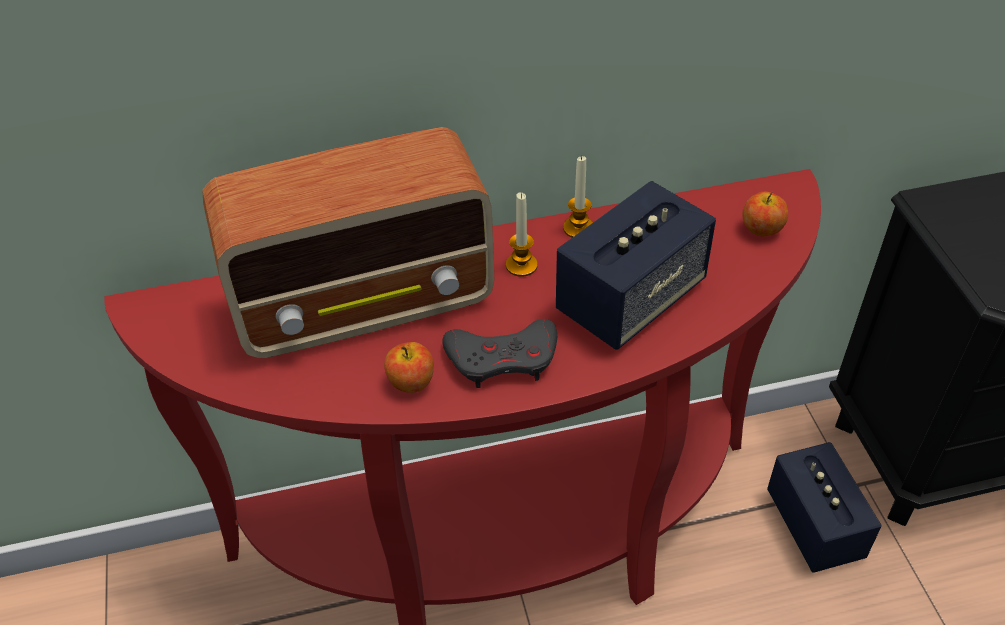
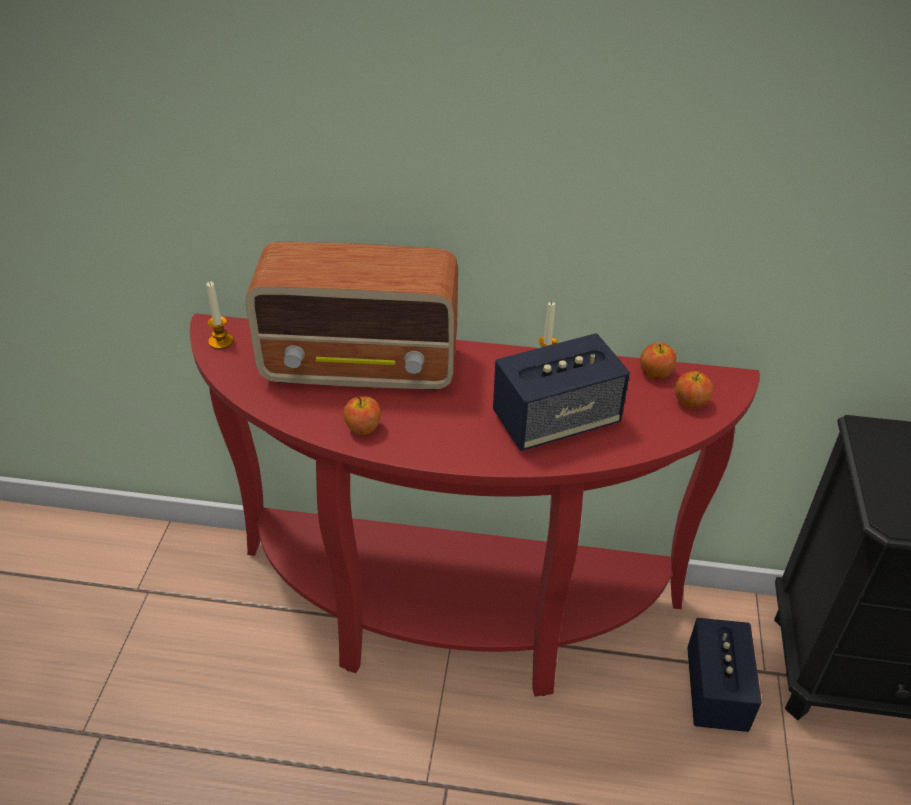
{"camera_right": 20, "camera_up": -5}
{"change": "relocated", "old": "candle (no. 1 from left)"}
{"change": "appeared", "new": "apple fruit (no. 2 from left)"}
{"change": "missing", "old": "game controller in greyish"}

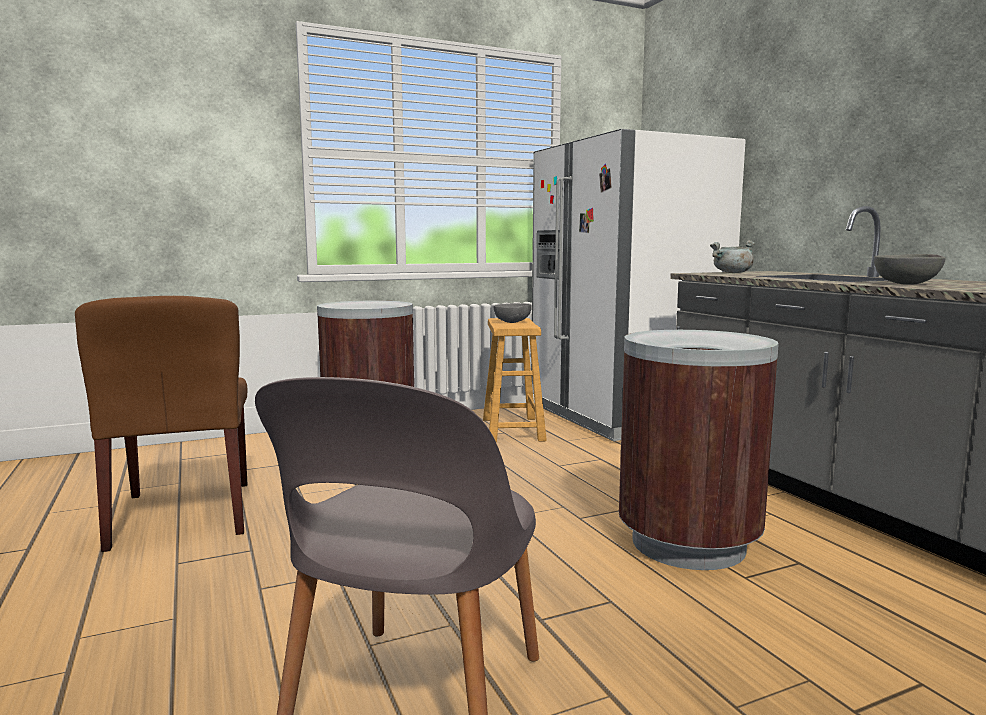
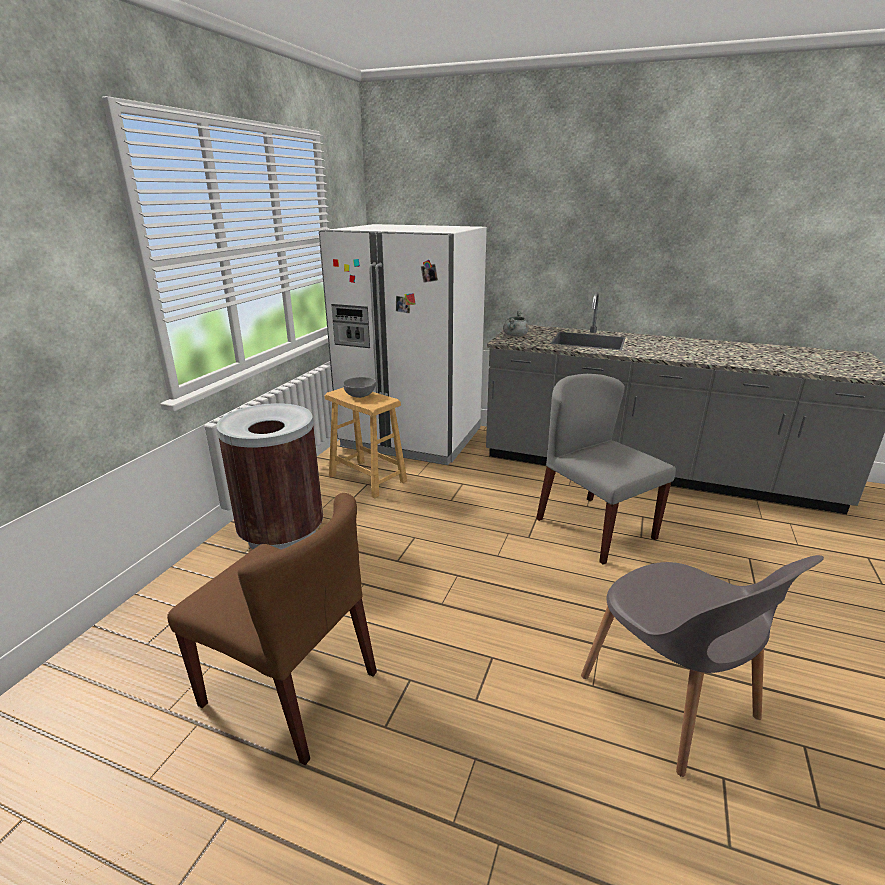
{"camera_right": -45, "camera_up": 15}
{"change": "exchanged", "old": "trash can in brownish (no. 2 from left)", "new": "plain chair in greyish (no. 1 from left)"}
{"change": "missing", "old": "deep dish in greyish (no. 2 from left)"}

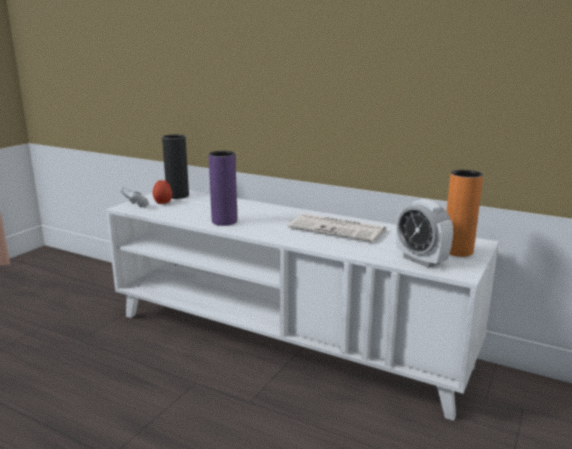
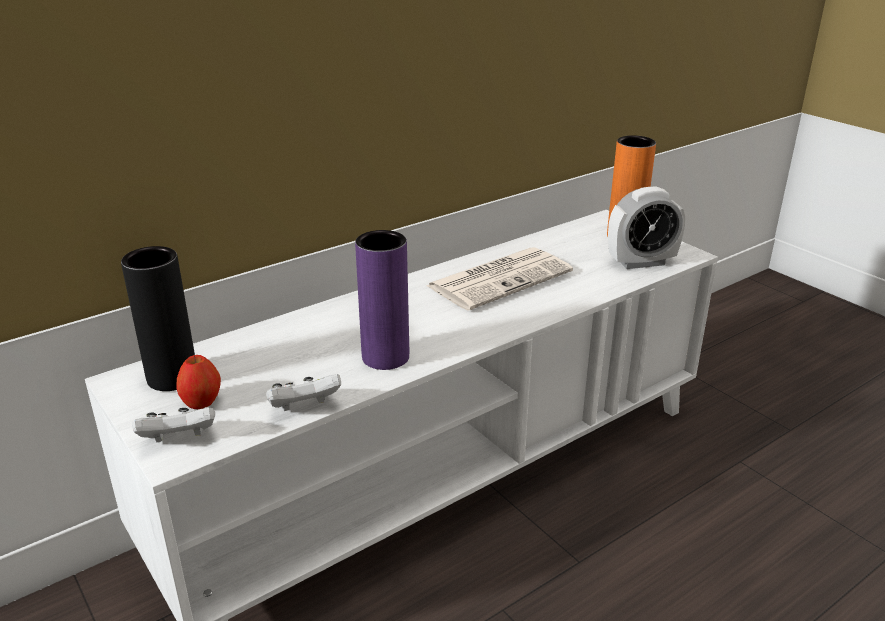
{"camera_right": -65, "camera_up": 10}
{"change": "appeared", "new": "game controller in whitish (no. 2 from left)"}

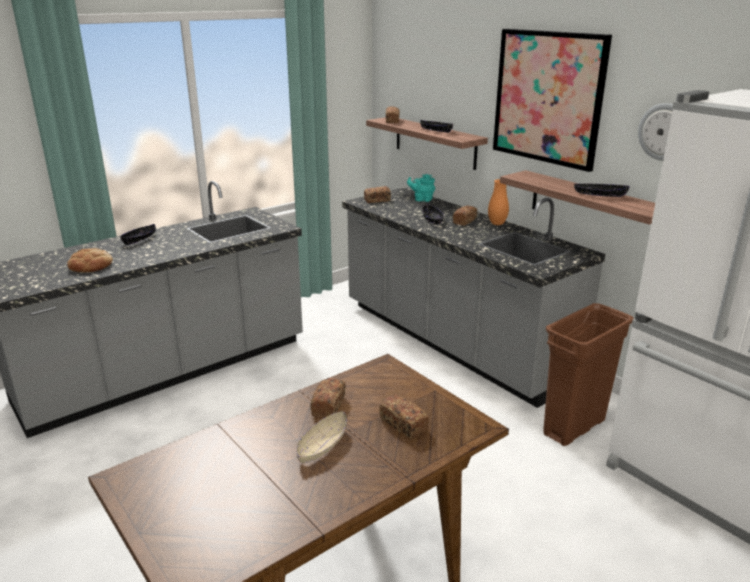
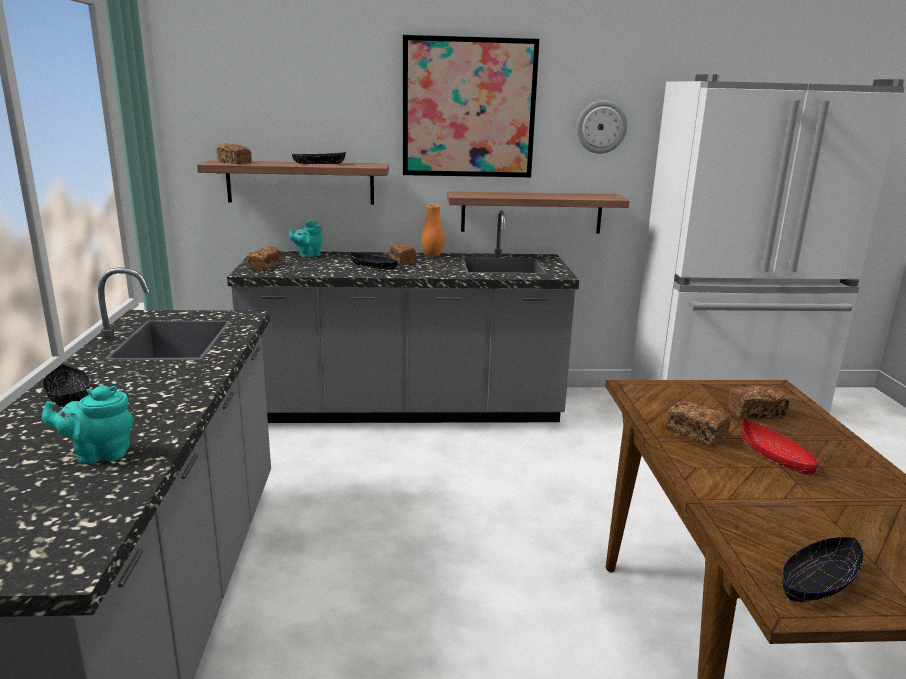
{"camera_right": -55, "camera_up": -5}
{"change": "exchanged", "old": "bread (no. 1 from left)", "new": "pot for tea in turquoise (no. 1 from left)"}
{"change": "colour", "old": "deep dish in beige", "new": "deep dish in red-coloured"}
{"change": "relocated", "old": "deep dish in black-coloured (no. 4 from left)"}
{"change": "missing", "old": "trash can in brownish"}

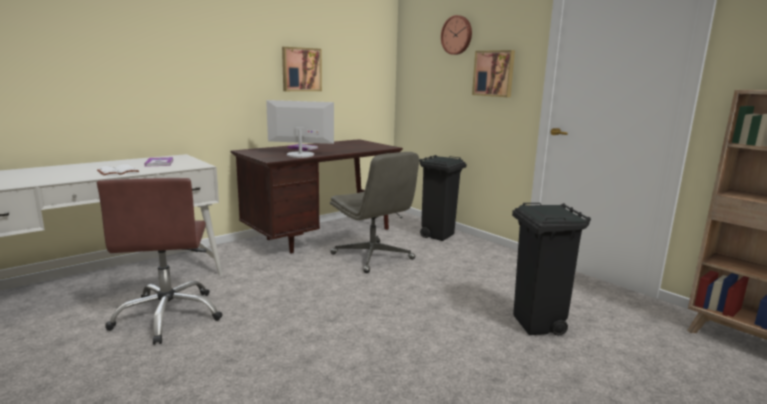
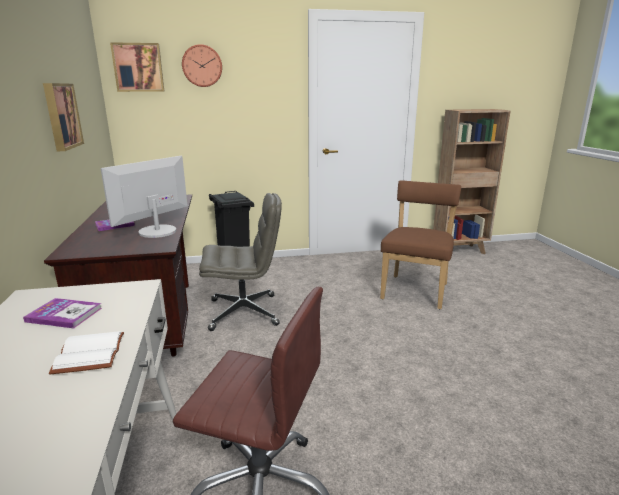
{"camera_right": -60, "camera_up": 5}
{"change": "relocated", "old": "wall art (no. 2 from left)"}
{"change": "exchanged", "old": "trash can in black-coloured (no. 2 from left)", "new": "plain chair in brownish"}

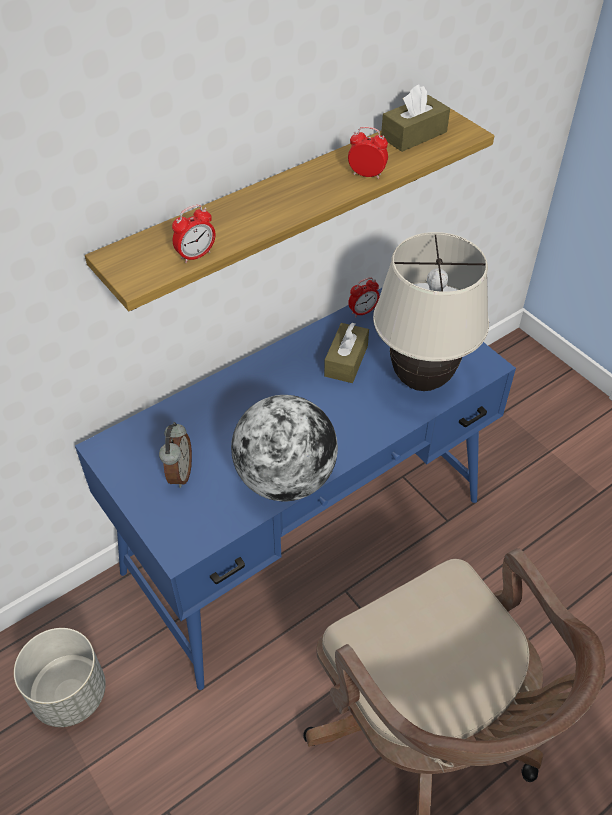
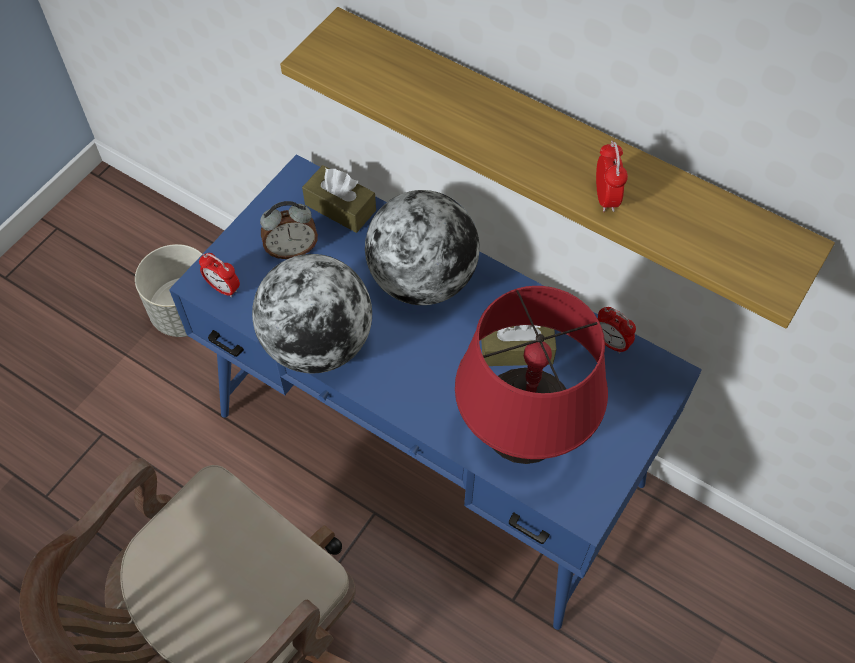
{"camera_right": 70, "camera_up": 10}
{"change": "relocated", "old": "bedside clock (no. 2 from left in the first image)", "new": "bedside clock (no. 1 from left)"}
{"change": "relocated", "old": "box of tissues in brownish (no. 2 from left in the first image)", "new": "box of tissues in brownish (no. 1 from left)"}
{"change": "appeared", "new": "globe (no. 2 from left)"}
{"change": "colour", "old": "table lamp in beige", "new": "table lamp in red-coloured"}

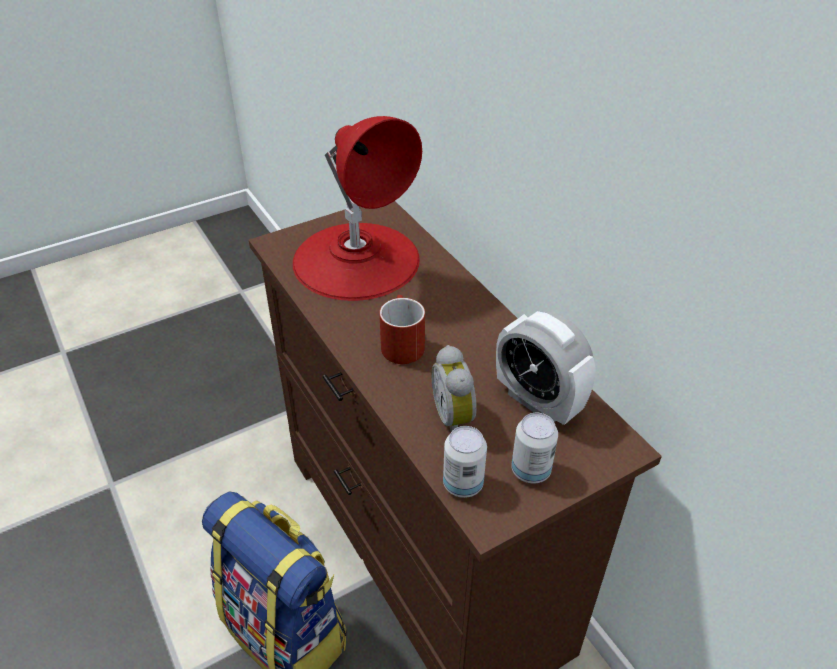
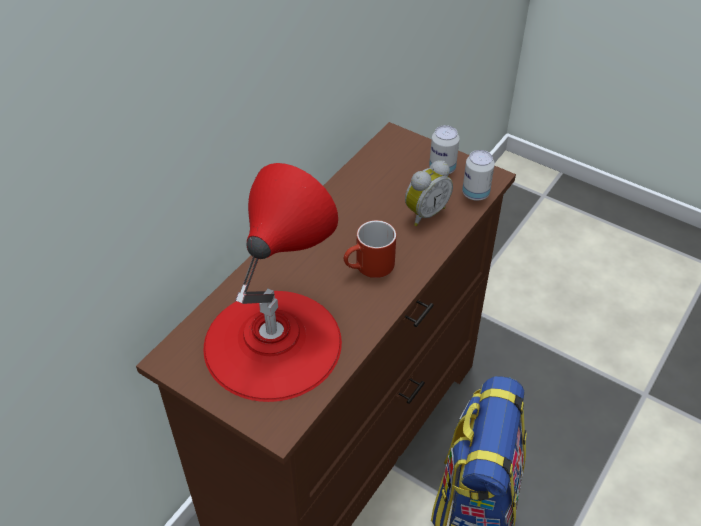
{"camera_right": -115, "camera_up": 5}
{"change": "missing", "old": "bedside clock (no. 2 from left)"}

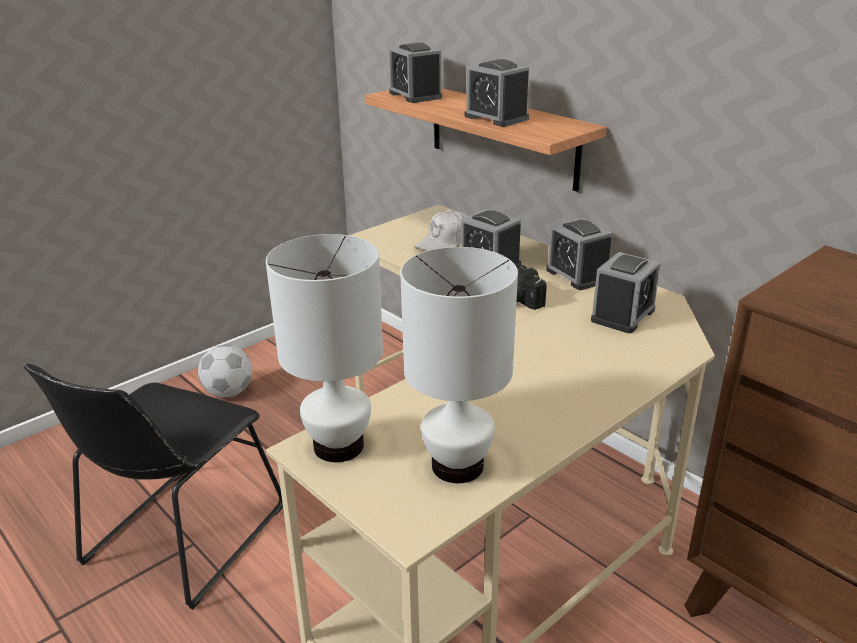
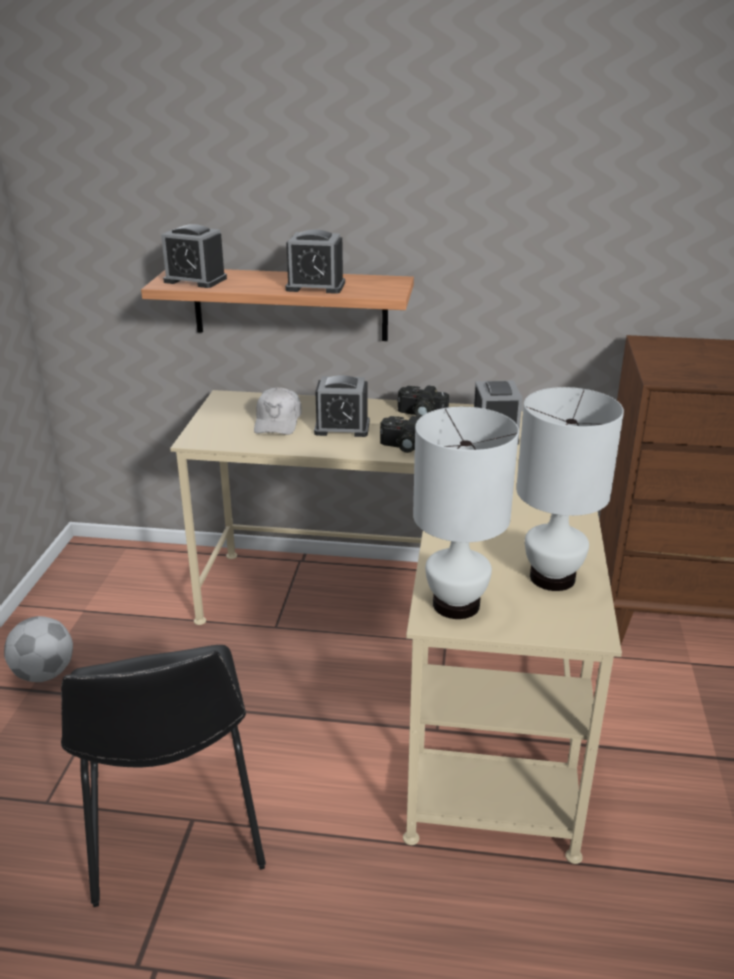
{"camera_right": -40, "camera_up": 0}
{"change": "exchanged", "old": "bedside clock (no. 4 from left)", "new": "photo camera (no. 2 from left)"}

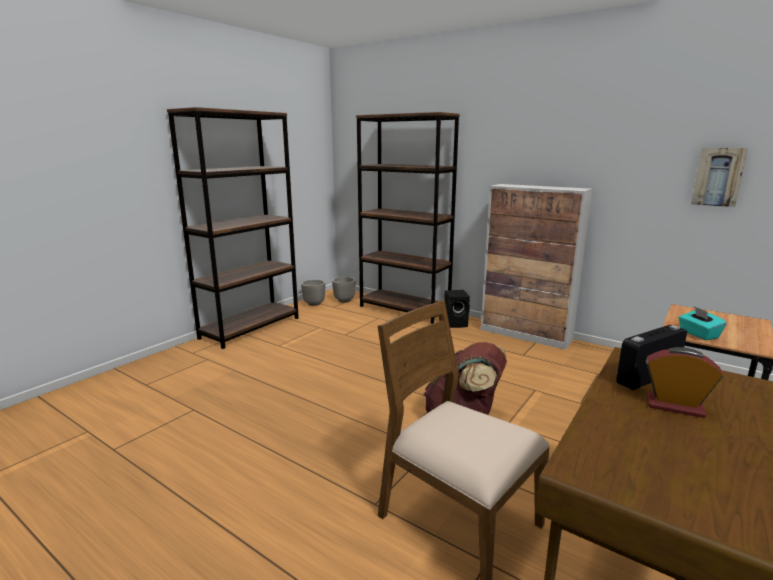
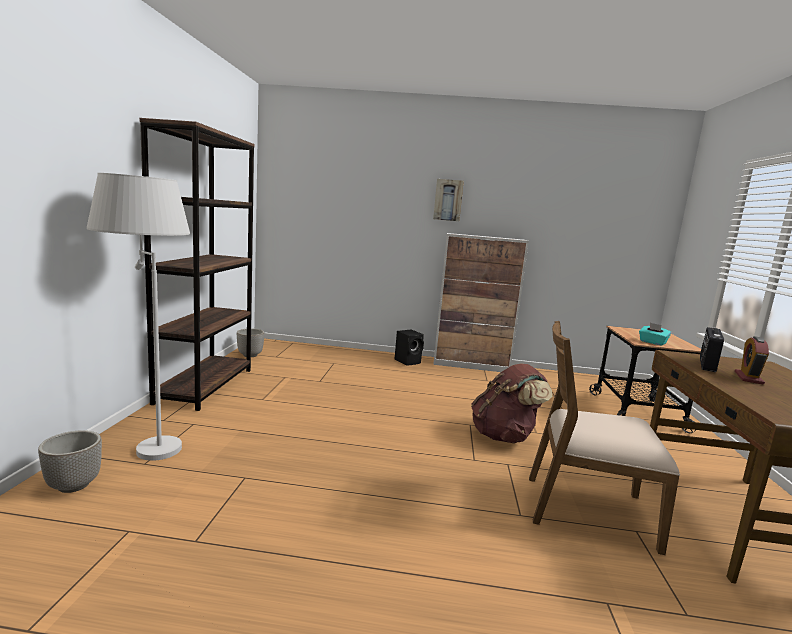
{"camera_right": -30, "camera_up": -5}
{"change": "relocated", "old": "flower pot (no. 2 from left in the first image)", "new": "flower pot (no. 1 from left)"}
{"change": "appeared", "new": "floor lamp in whitish"}
{"change": "relocated", "old": "wall art"}
{"change": "spun", "old": "bedside clock", "degrees": -60}
{"change": "missing", "old": "shelving unit in brownish (no. 2 from left)"}

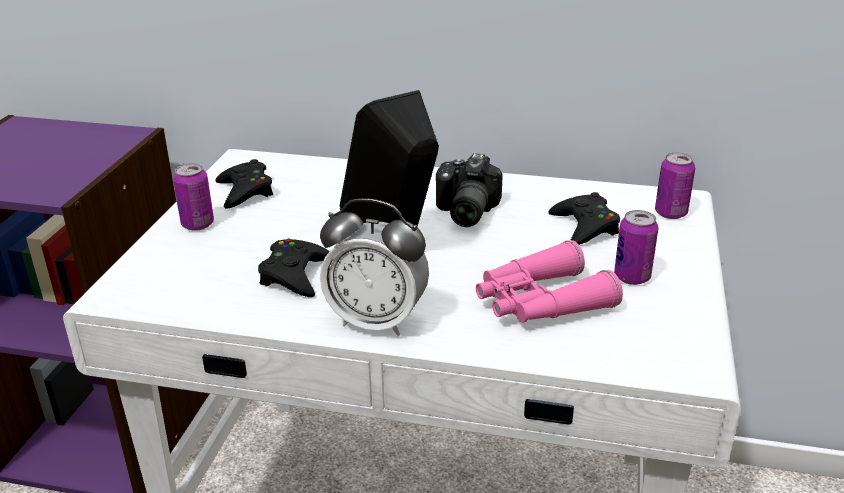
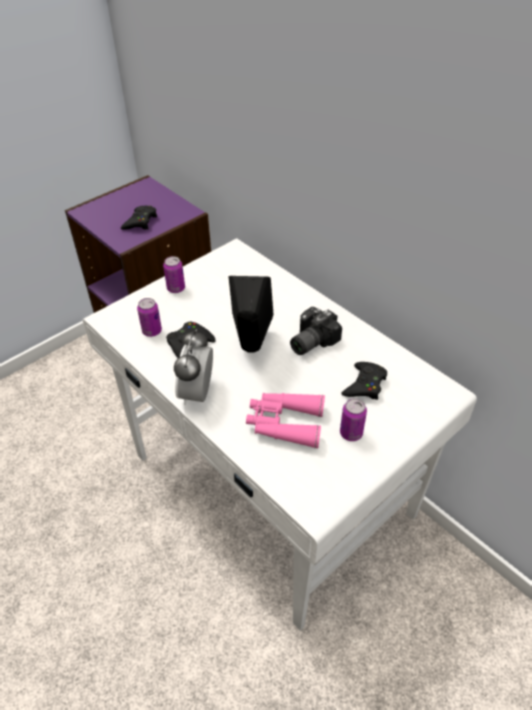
{"camera_right": 35, "camera_up": 15}
{"change": "relocated", "old": "game controller in black-coloured (no. 1 from left)"}
{"change": "relocated", "old": "sealed can (no. 3 from left in the first image)", "new": "sealed can (no. 1 from left)"}
{"change": "spun", "old": "bedside clock", "degrees": 45}

